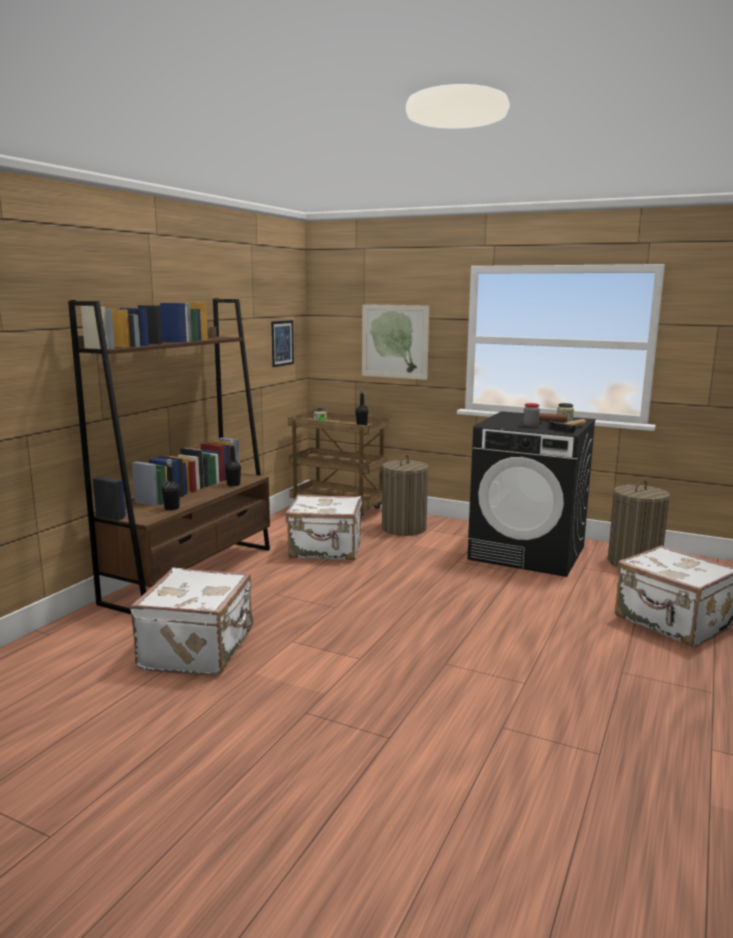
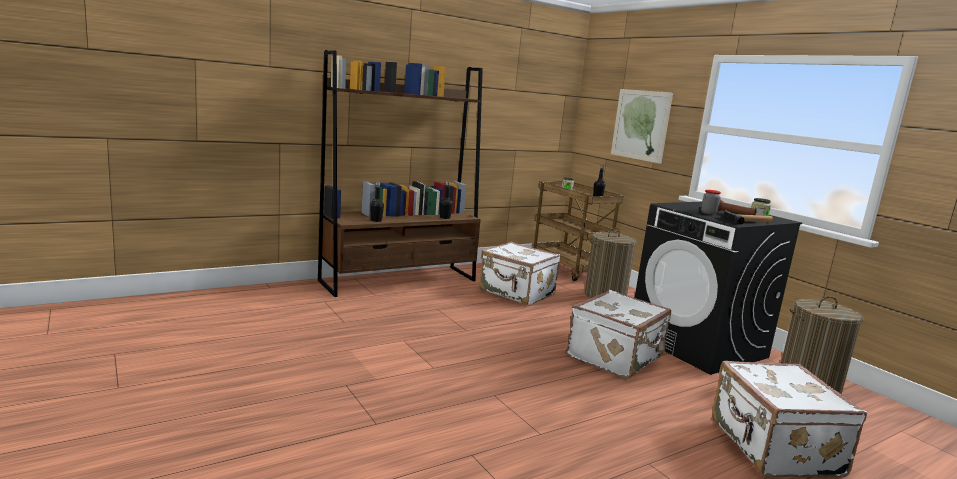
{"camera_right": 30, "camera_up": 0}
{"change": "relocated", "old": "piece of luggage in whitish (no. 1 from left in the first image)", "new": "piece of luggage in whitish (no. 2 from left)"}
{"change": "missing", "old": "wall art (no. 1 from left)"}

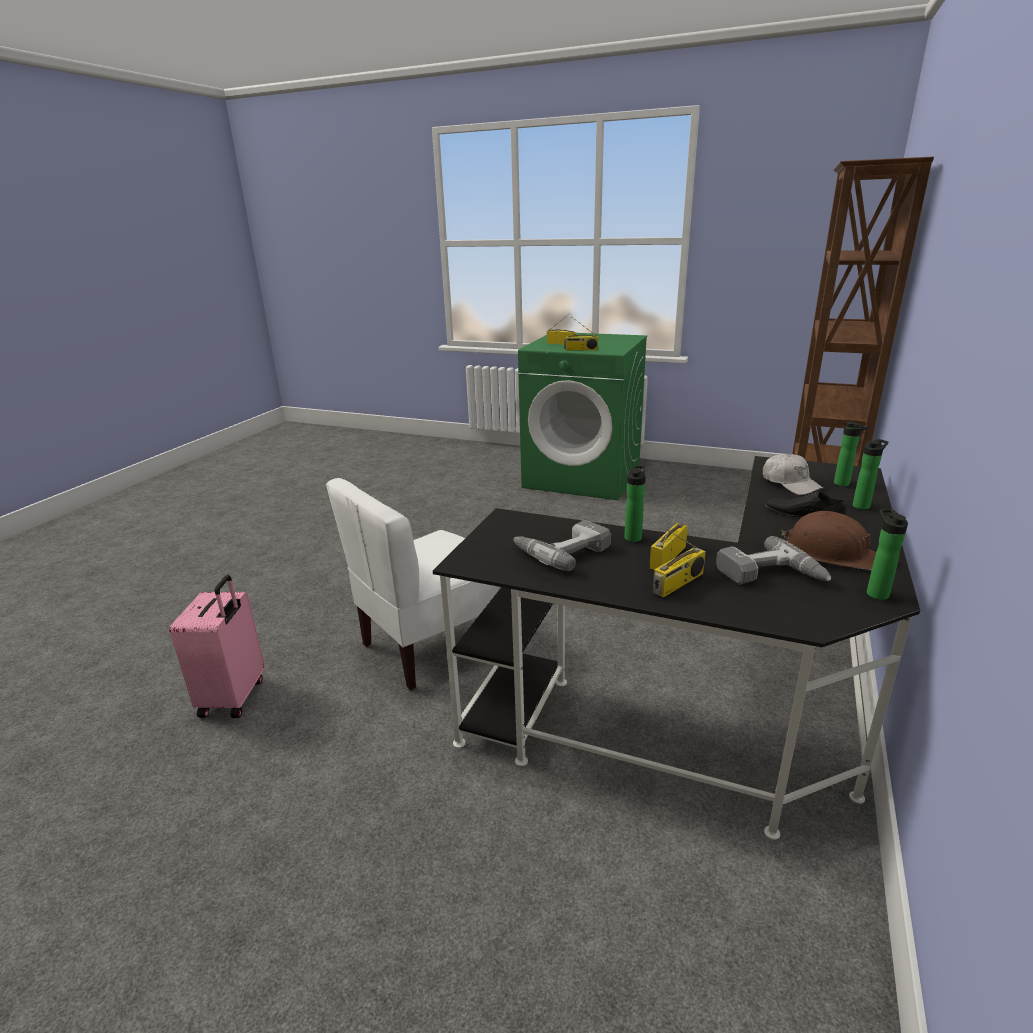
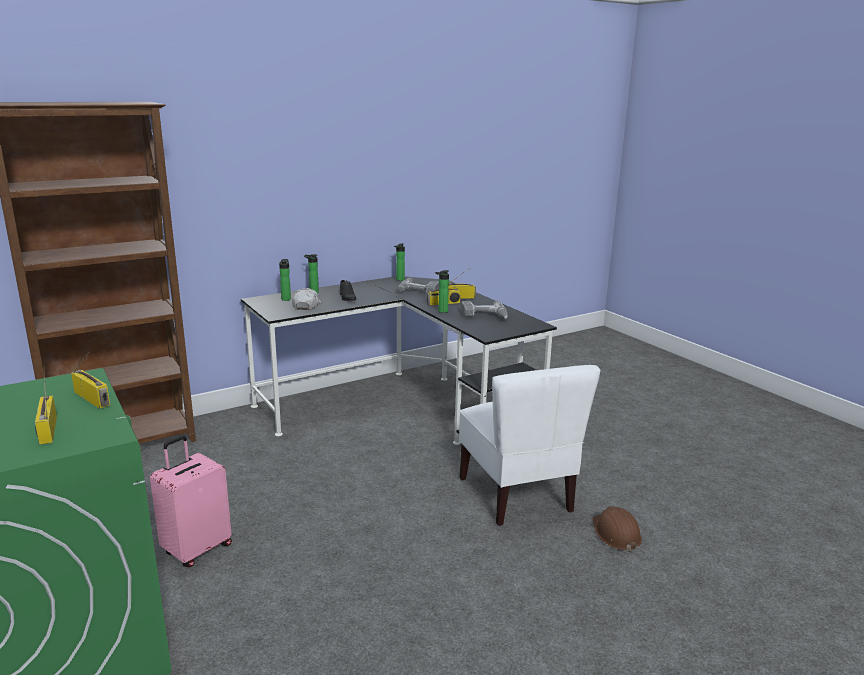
{"camera_right": -145, "camera_up": -5}
{"change": "relocated", "old": "piece of luggage in pink"}
{"change": "spun", "old": "plain chair in whitish", "degrees": 75}
{"change": "relocated", "old": "work helmet in brownish"}

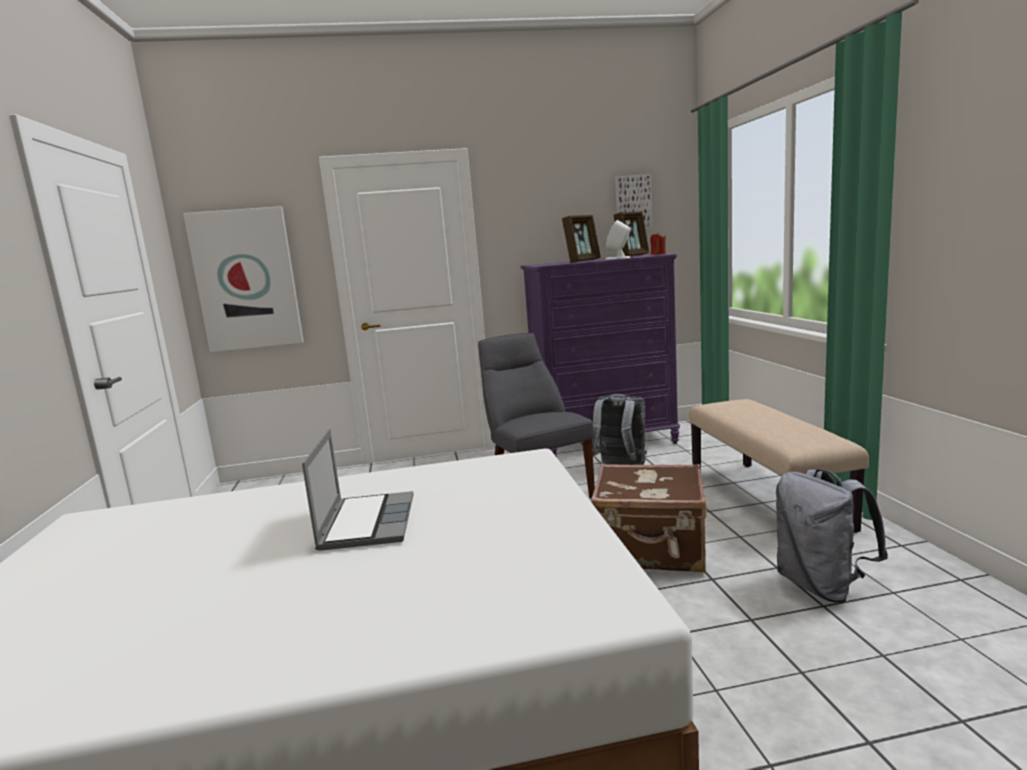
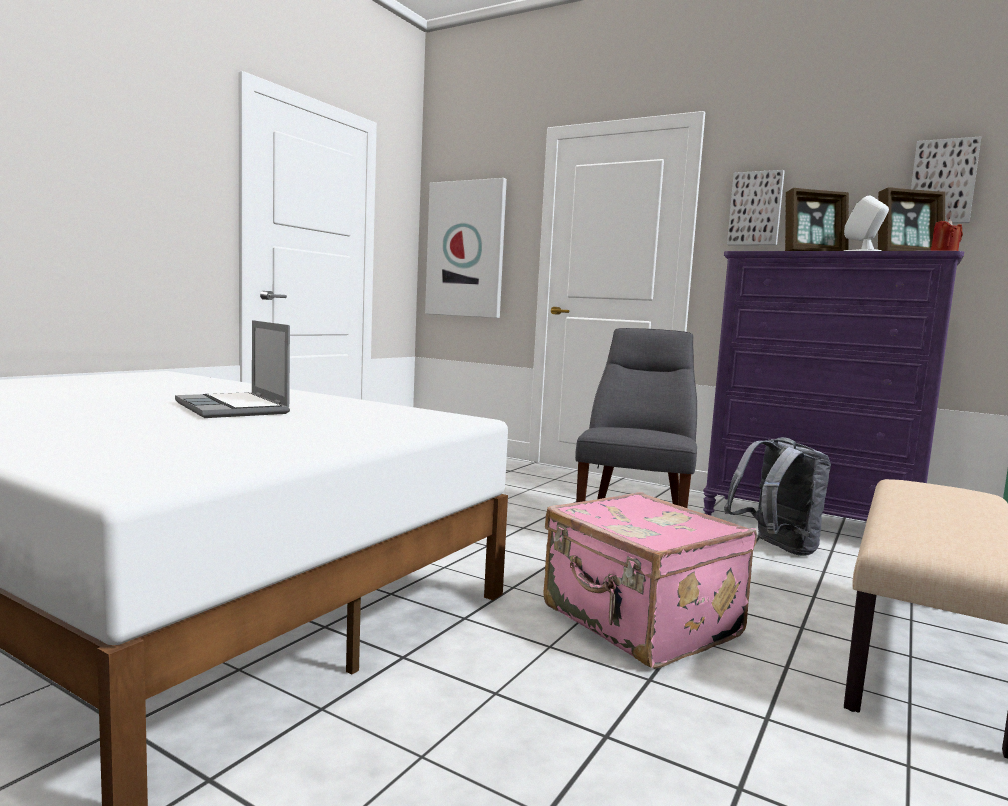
{"camera_right": 40, "camera_up": -5}
{"change": "spun", "old": "laptop", "degrees": 105}
{"change": "colour", "old": "piece of luggage in brownish", "new": "piece of luggage in pink"}
{"change": "appeared", "new": "wall art (no. 2 from left)"}
{"change": "missing", "old": "rucksack in greyish (no. 2 from left)"}

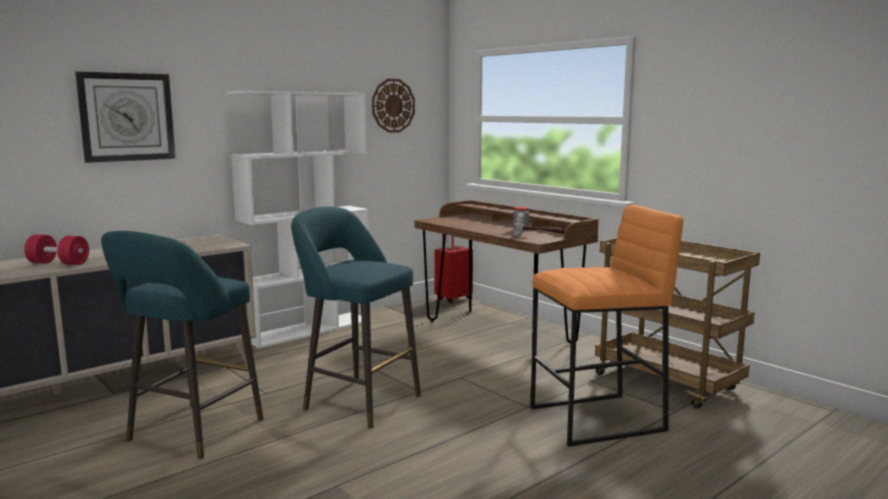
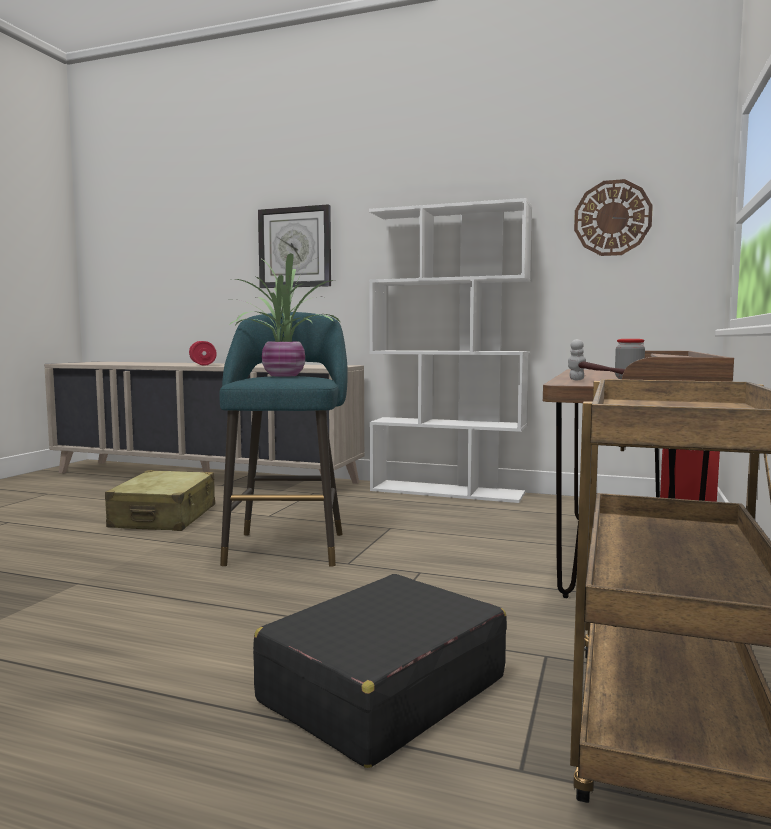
{"camera_right": 60, "camera_up": -5}
{"change": "exchanged", "old": "stool seat in turquoise (no. 1 from left)", "new": "piece of luggage in beige"}
{"change": "appeared", "new": "potted plant"}
{"change": "exchanged", "old": "stool seat in orange", "new": "piece of luggage in black-coloured"}

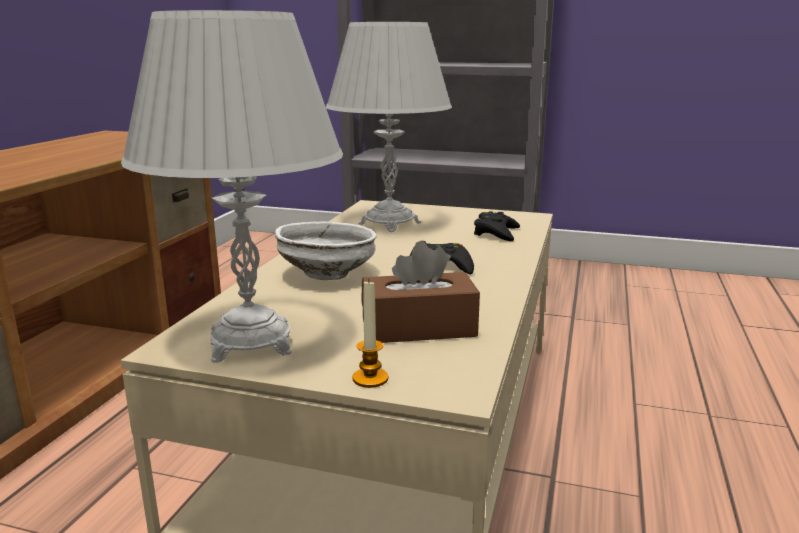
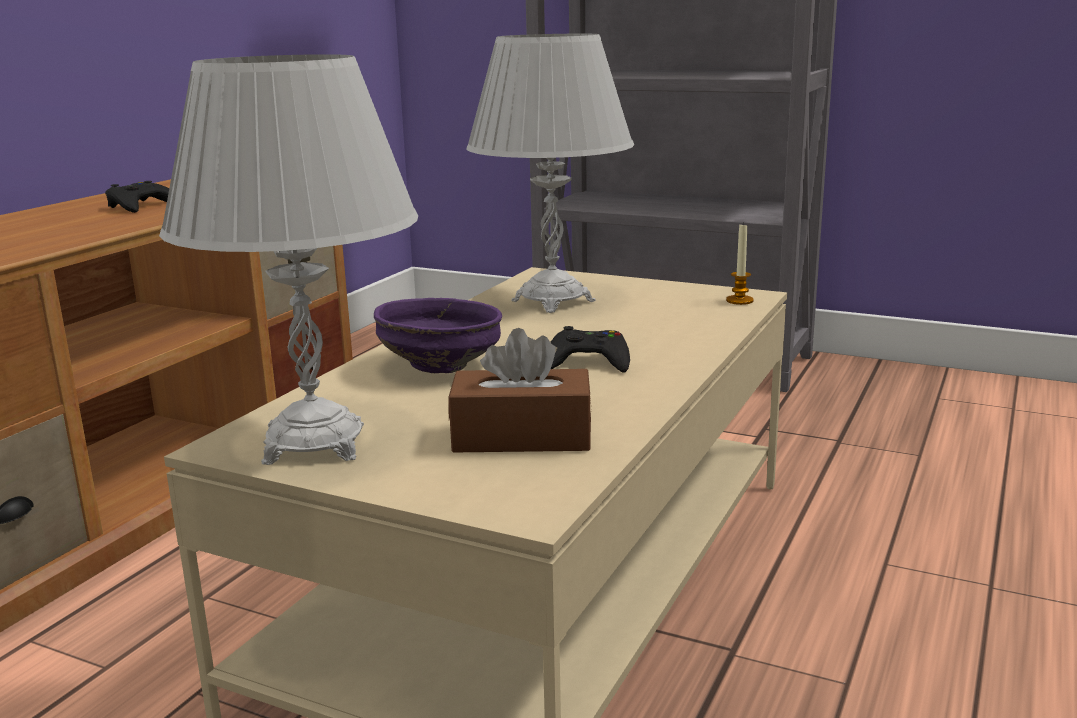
{"camera_right": 10, "camera_up": 0}
{"change": "relocated", "old": "game controller in black-coloured (no. 2 from left in the first image)", "new": "game controller in black-coloured (no. 1 from left)"}
{"change": "colour", "old": "deep dish in whitish", "new": "deep dish in purple-coloured"}
{"change": "relocated", "old": "candle"}

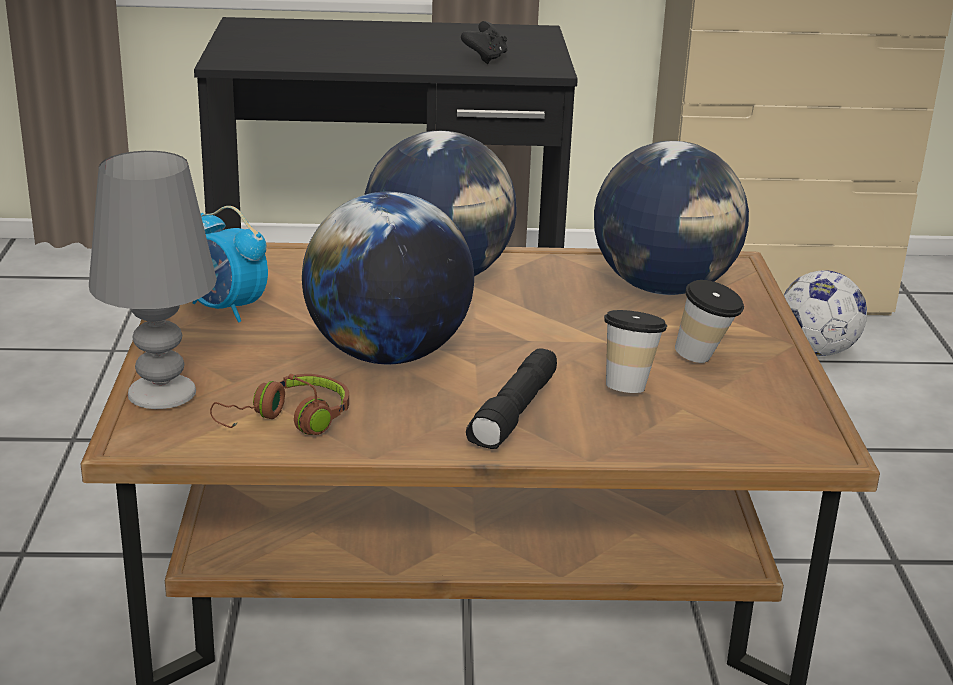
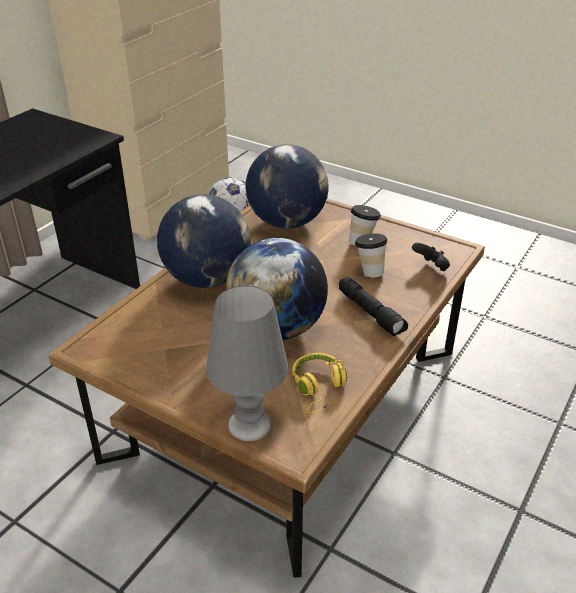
{"camera_right": -55, "camera_up": 10}
{"change": "colour", "old": "pair of headphones in brownish", "new": "pair of headphones in yellowish"}
{"change": "relocated", "old": "game controller in black-coloured"}
{"change": "missing", "old": "bedside clock"}

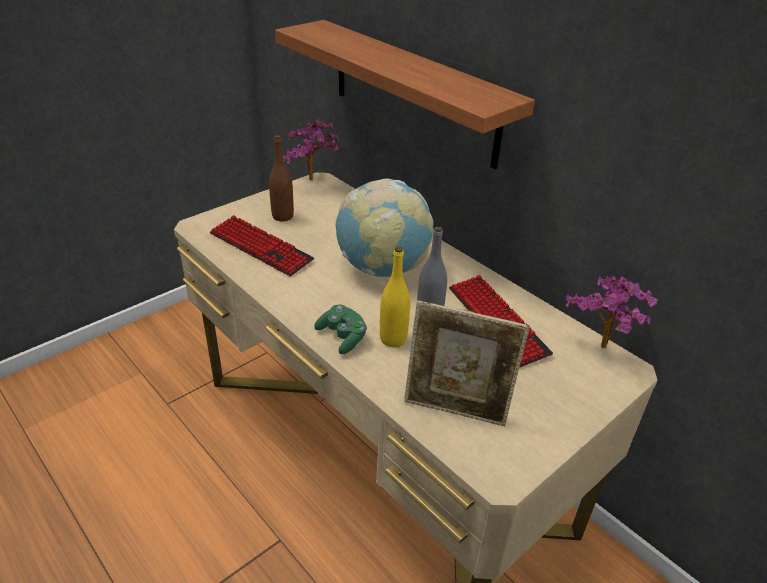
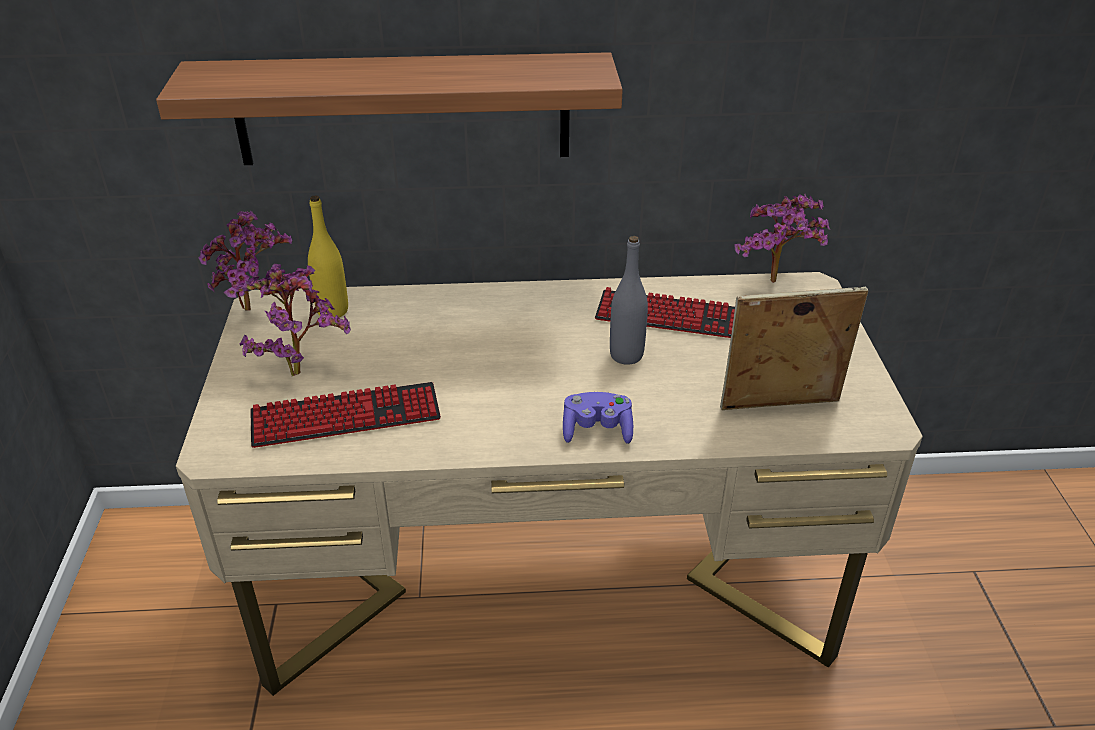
{"camera_right": -50, "camera_up": 0}
{"change": "exchanged", "old": "beverage bottle in brownish", "new": "potted plant (no. 2 from left)"}
{"change": "relocated", "old": "beverage bottle in yellowish"}
{"change": "colour", "old": "game controller in green-coloured", "new": "game controller in purple-coloured"}
{"change": "spun", "old": "picture frame", "degrees": -150}
{"change": "missing", "old": "globe"}

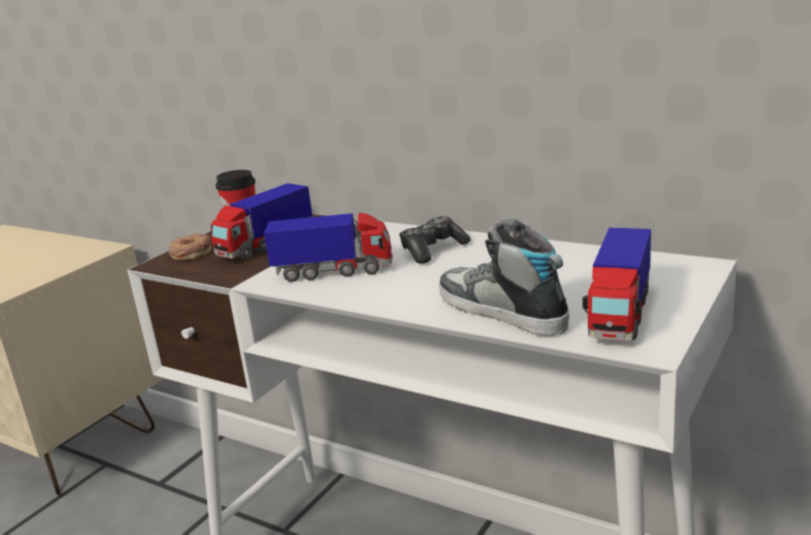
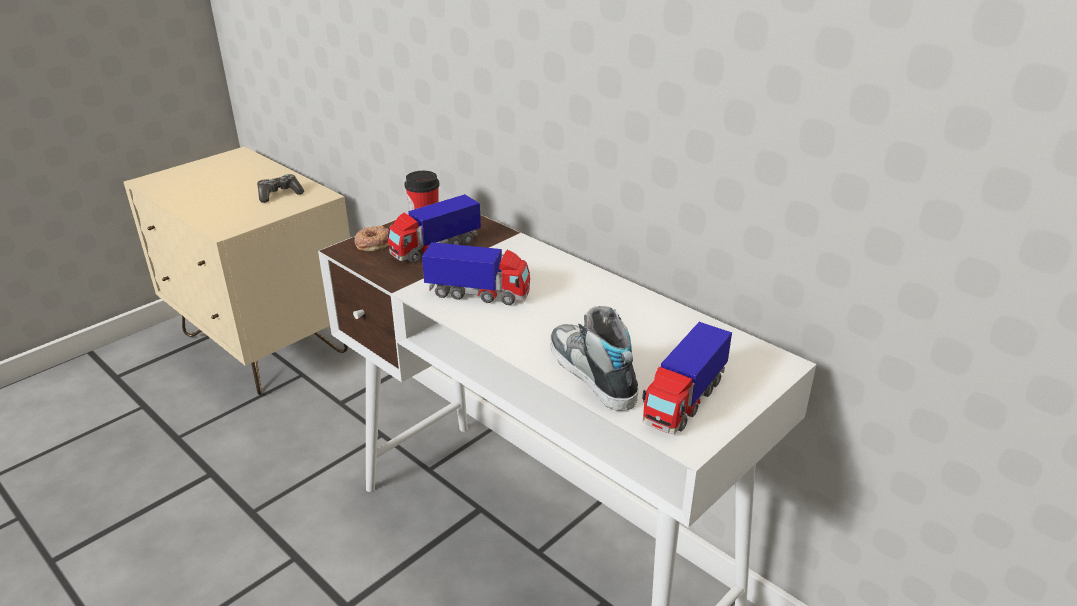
{"camera_right": 10, "camera_up": 10}
{"change": "relocated", "old": "game controller"}

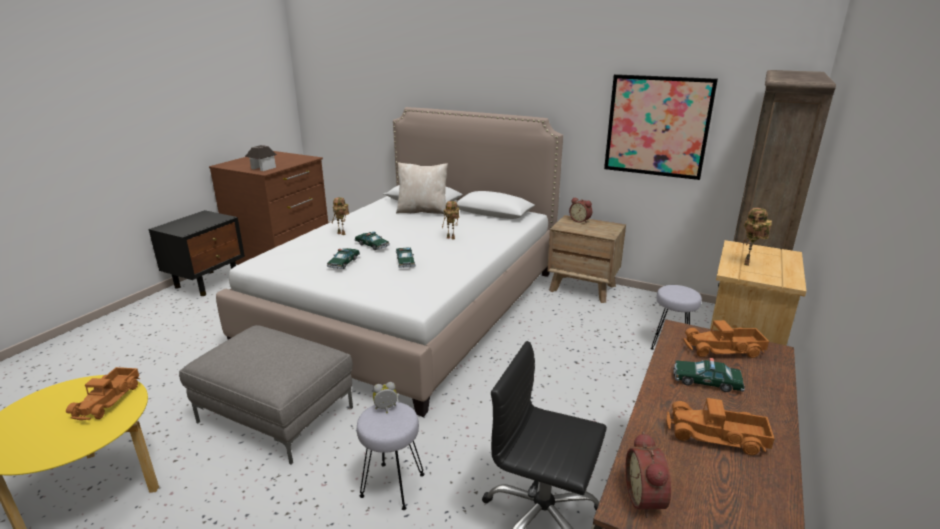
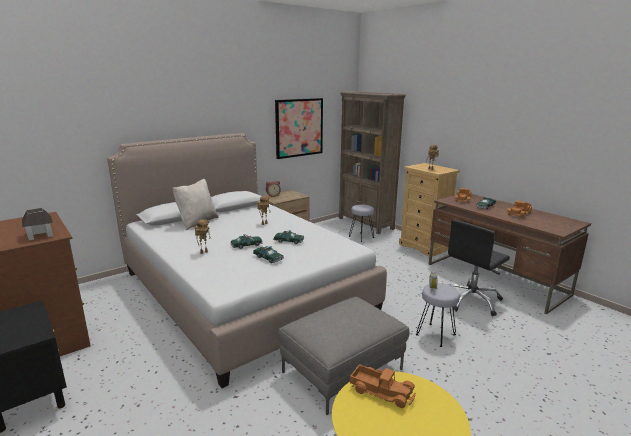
{"camera_right": -65, "camera_up": -5}
{"change": "missing", "old": "bedside clock (no. 3 from left)"}

